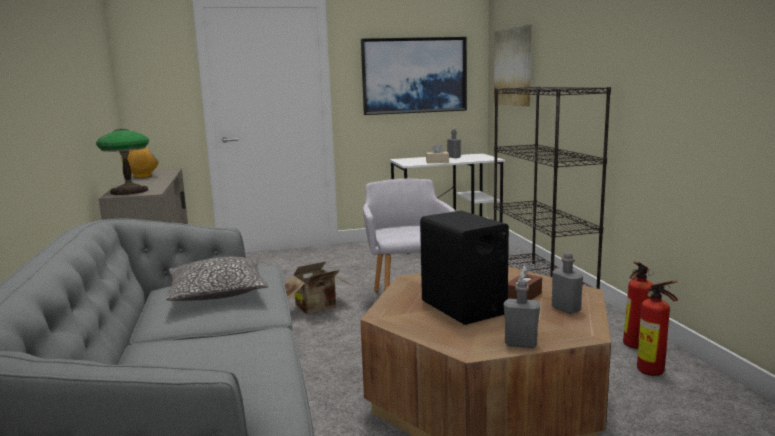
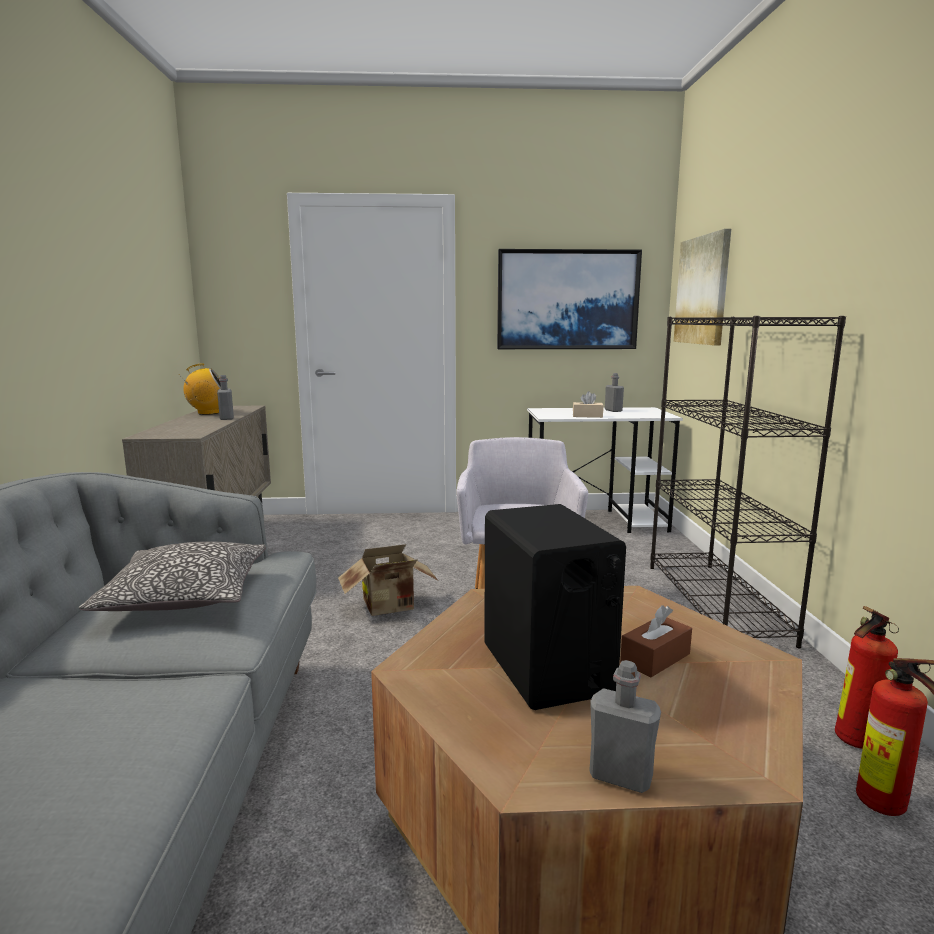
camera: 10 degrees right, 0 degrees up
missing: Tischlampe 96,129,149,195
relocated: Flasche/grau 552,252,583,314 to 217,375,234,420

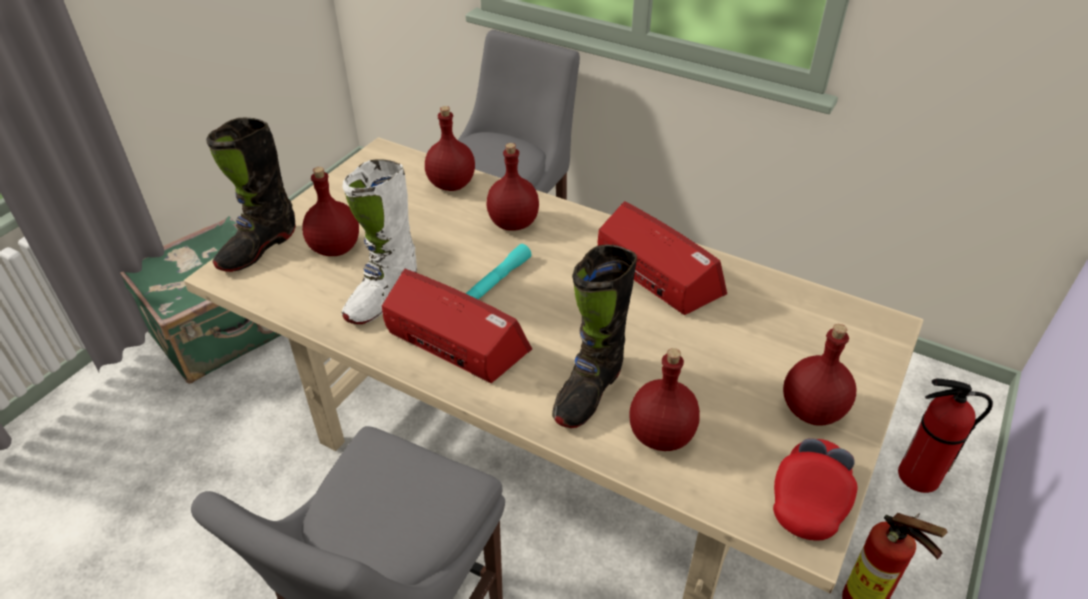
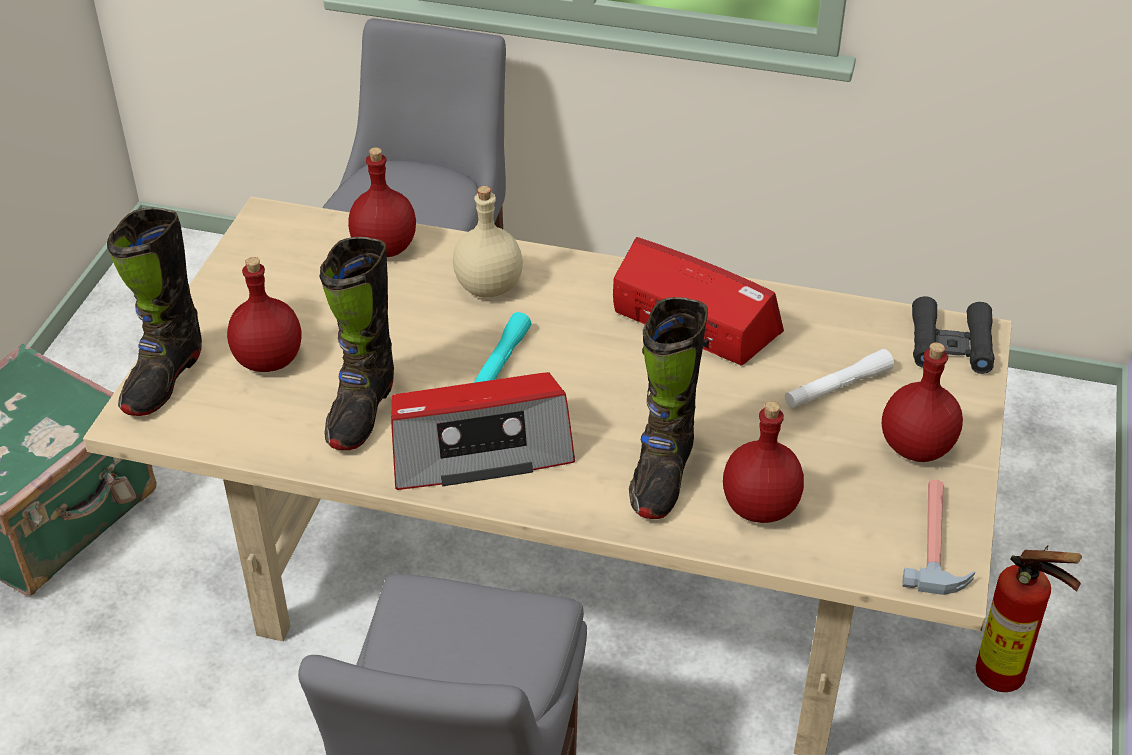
camera: 15 degrees left, 0 degrees up
missing: Feuerlöscher 898,379,993,493
appeared: Taschenlampe/weiß 785,349,894,409; Fernglas/schwarz 912,296,995,374
exchanged: Kappe/rot 773,438,857,541 to Hammer 902,479,975,595
colour: Stiefel/weiß 341,159,417,324 to Stiefel/schwarz 319,237,394,450; Flasche/rot 487,143,539,231 to Flasche/beige 453,186,523,298
spun: Radio 382,269,532,383 = 391,372,575,490 150 degrees clockwise

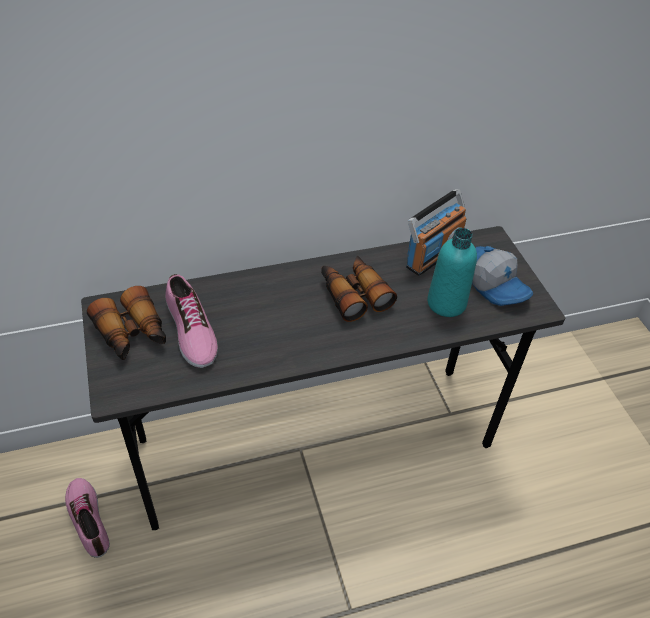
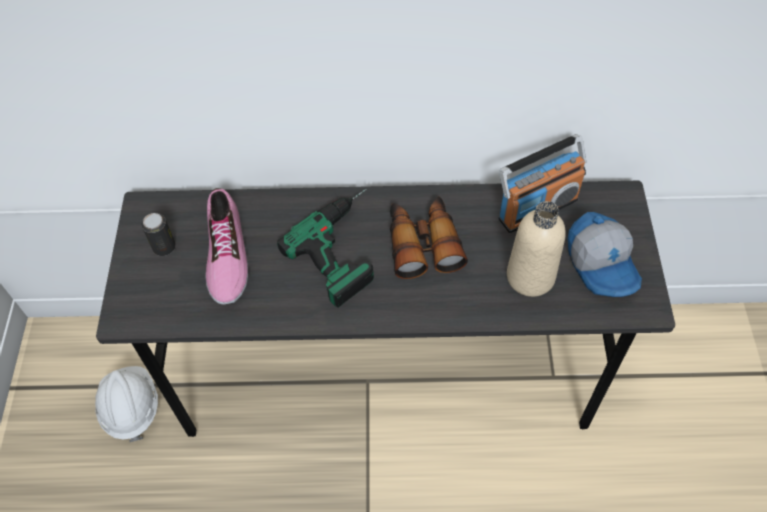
camera: 20 degrees right, 10 degrees up
appeared: Bohrmaschine 277,189,374,307
exchanged: Schuh 65,478,110,558 to Schutzhelm/weiß 95,366,158,442; Fernglas 87,286,166,360 to Dose 141,213,176,256
colour: Flasche/türkis 427,228,477,317 to Flasche/beige 507,201,566,297

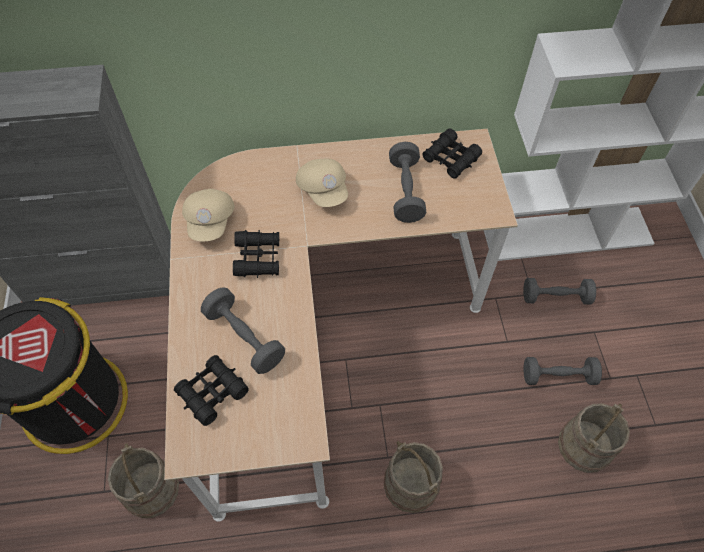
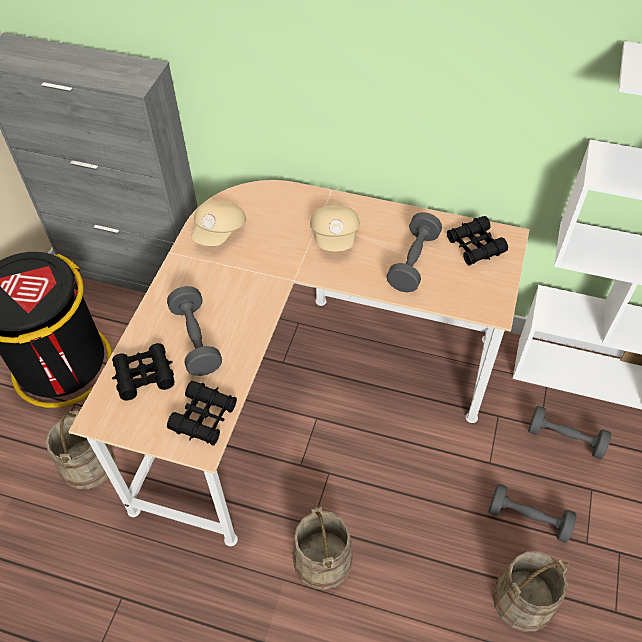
camera: 25 degrees right, 5 degrees down
relocated: Fernglas/schwarz 233,230,279,278 to 167,381,237,445

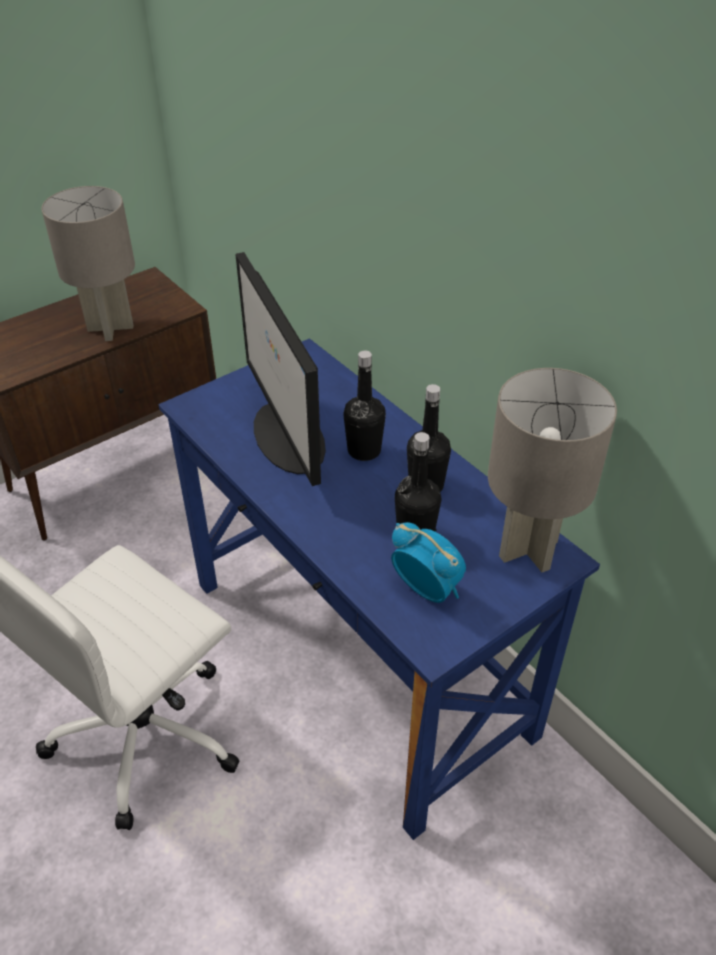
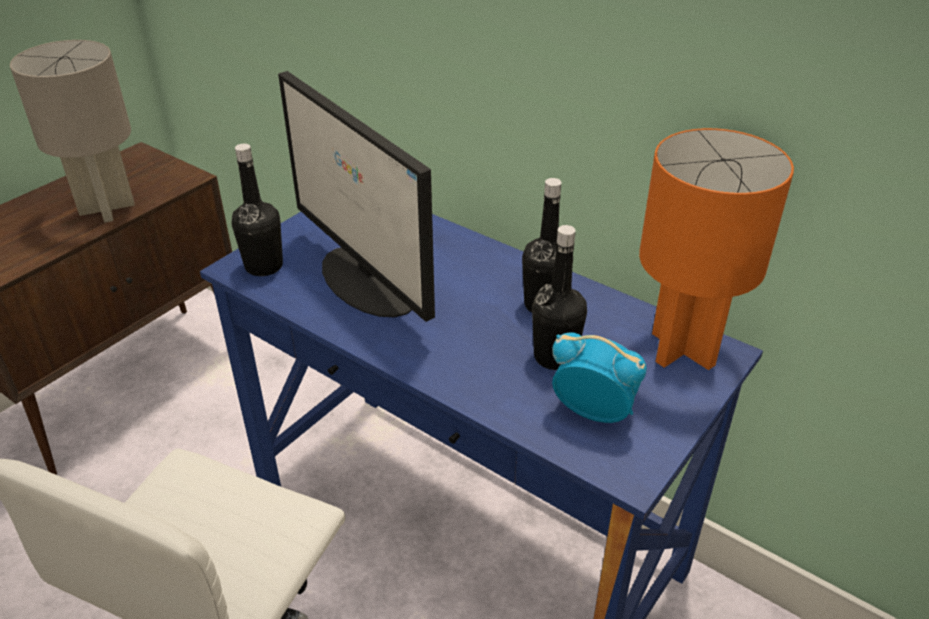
camera: 15 degrees left, 5 degrees down
relocated: Flasche/schwarz 343,351,386,461 to 232,144,283,276
colour: Tischlampe/grau 488,368,617,572 to Tischlampe/orange 639,128,794,370

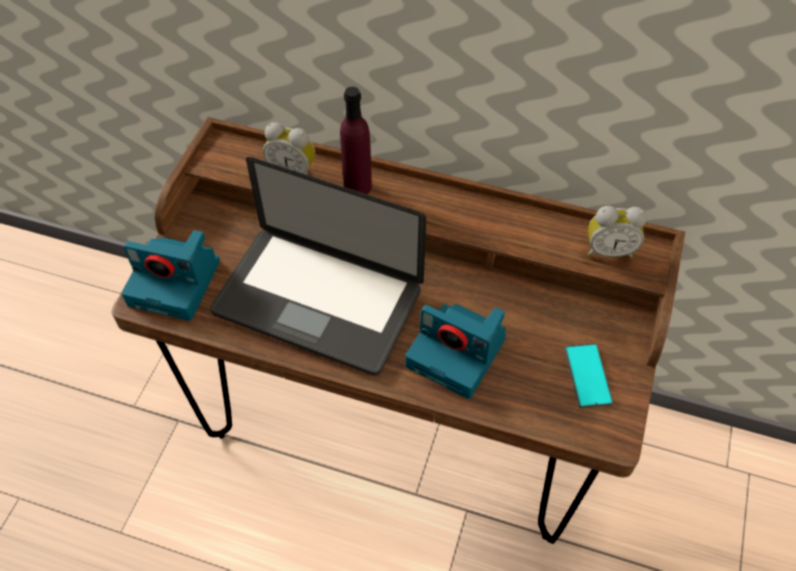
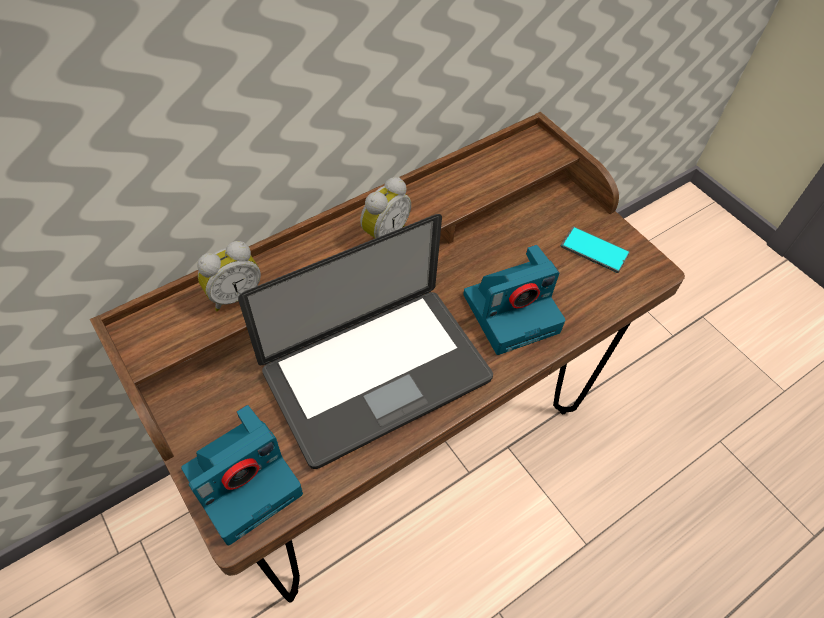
camera: 55 degrees left, 0 degrees up
missing: Flasche/lila 340,87,372,194
relocated: Wecker 587,206,647,258 to 360,177,411,238

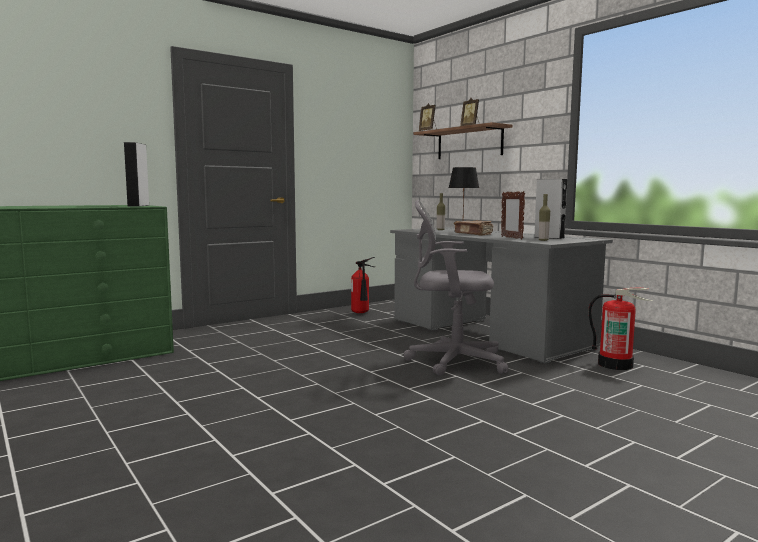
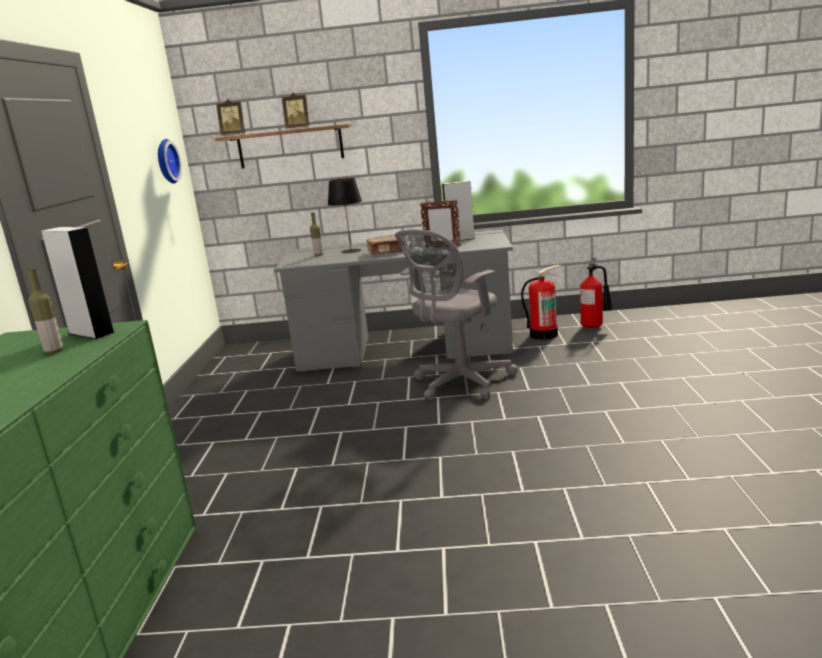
camera: 50 degrees left, 10 degrees up
appeared: Wanduhr 158,139,182,184
relocated: Flasche 539,194,550,241 to 27,268,63,354; Feuerlöscher 351,257,375,313 to 580,257,613,328

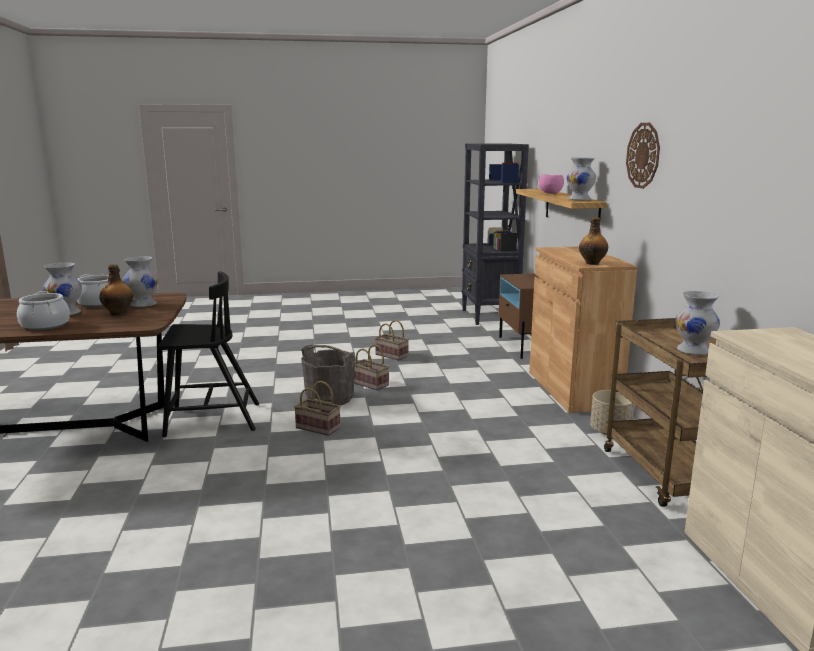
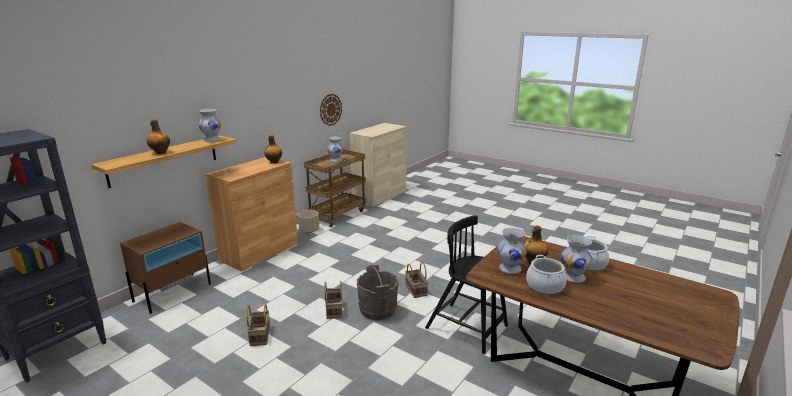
camera: 135 degrees left, 5 degrees up
relocated: Wanduhr 626,123,660,189 to 320,94,342,126
exchanged: Schüssel/rosa 539,175,564,194 to Flasche 147,119,170,154

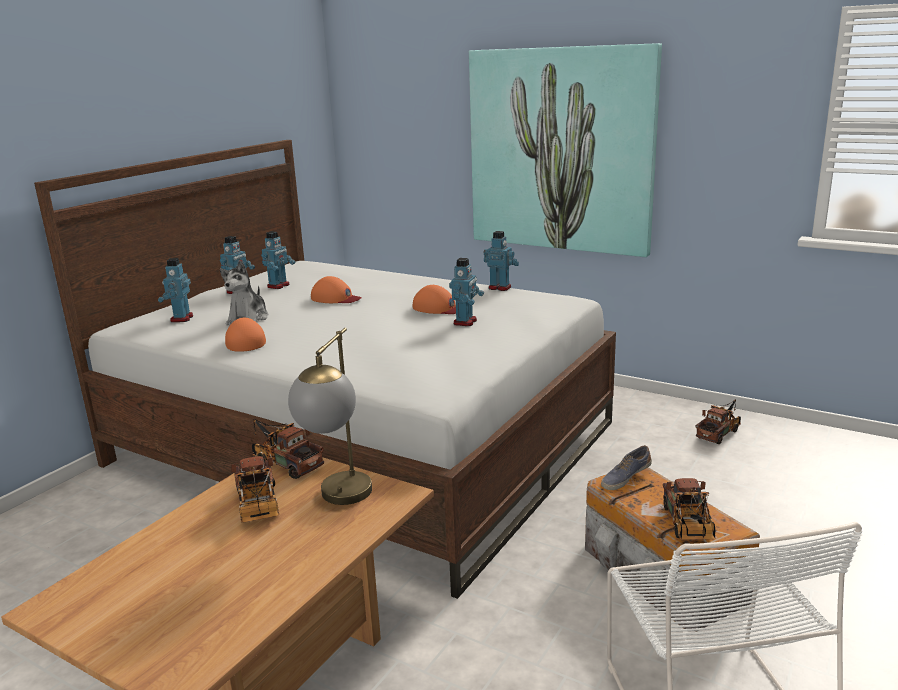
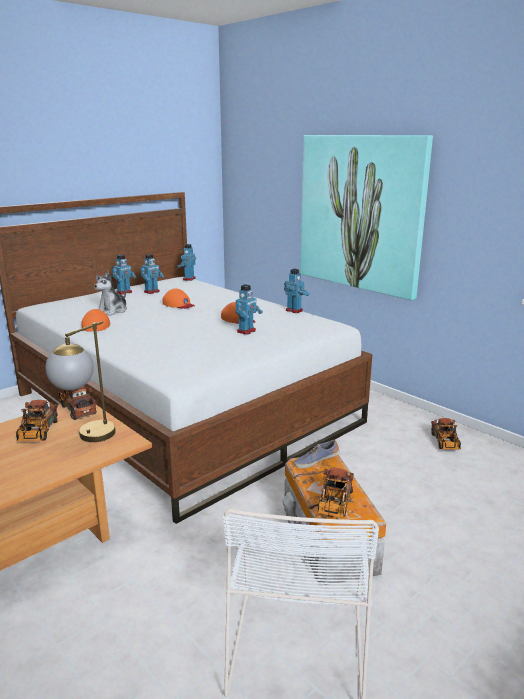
camera: 15 degrees right, 0 degrees up
relocated: Spielzeugroboter 158,258,193,322 to 177,244,196,281
spun: Spielzeuglaster 695,399,741,444 = 431,418,461,450 120 degrees clockwise

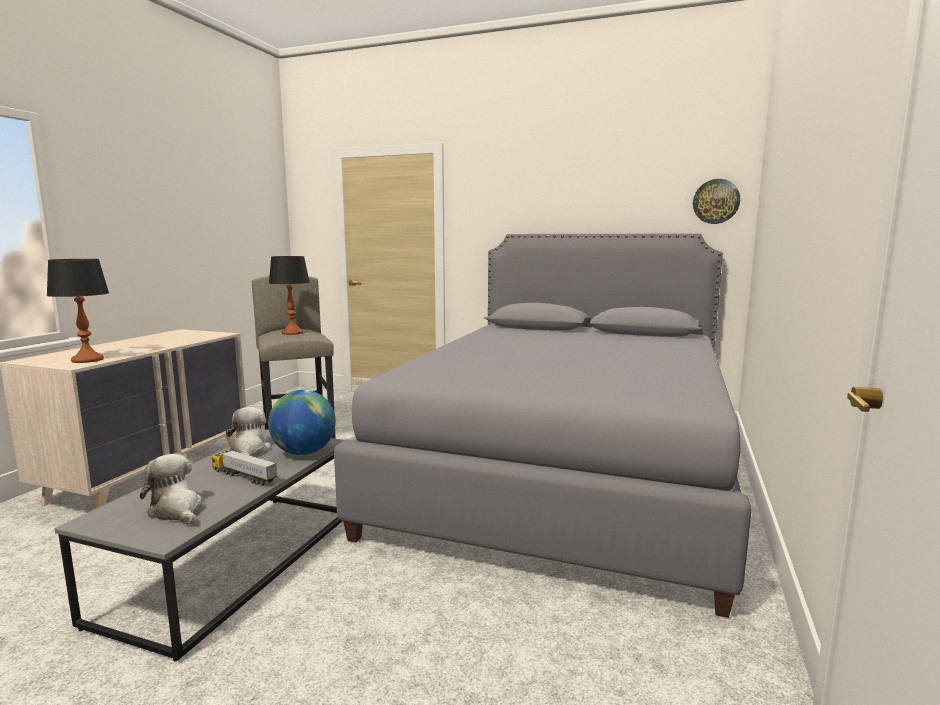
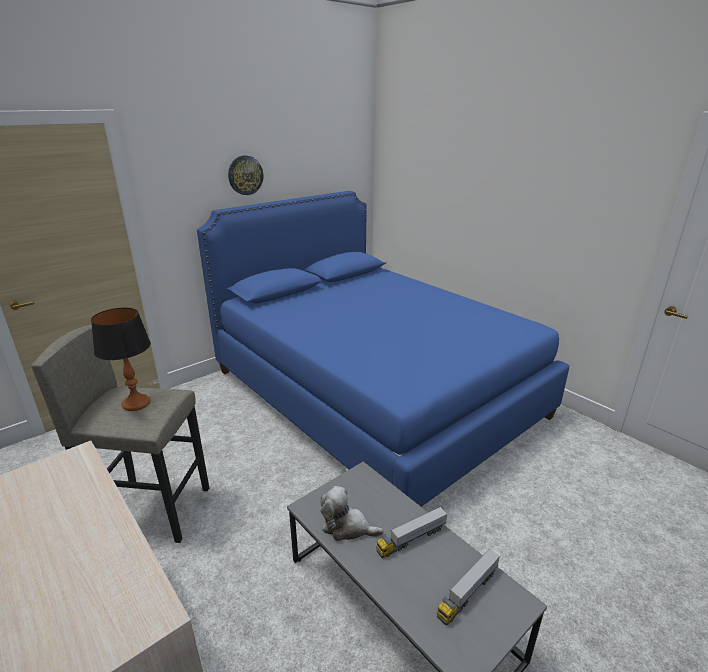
camera: 60 degrees left, 15 degrees up
missing: Tischlampe 46,259,109,363; Globus 268,390,336,455
relocated: Wanduhr 693,179,740,224 to 228,155,263,195
exchanged: Plüschtier 140,454,202,525 to Spielzeuglaster 437,549,500,625
colour: Bett/grau 334,233,752,618 to Bett/blau 197,191,569,507

